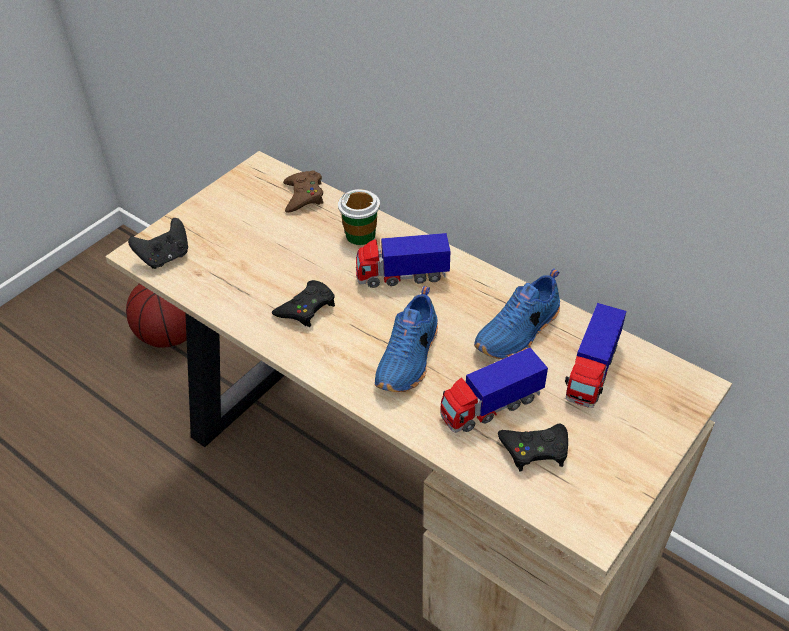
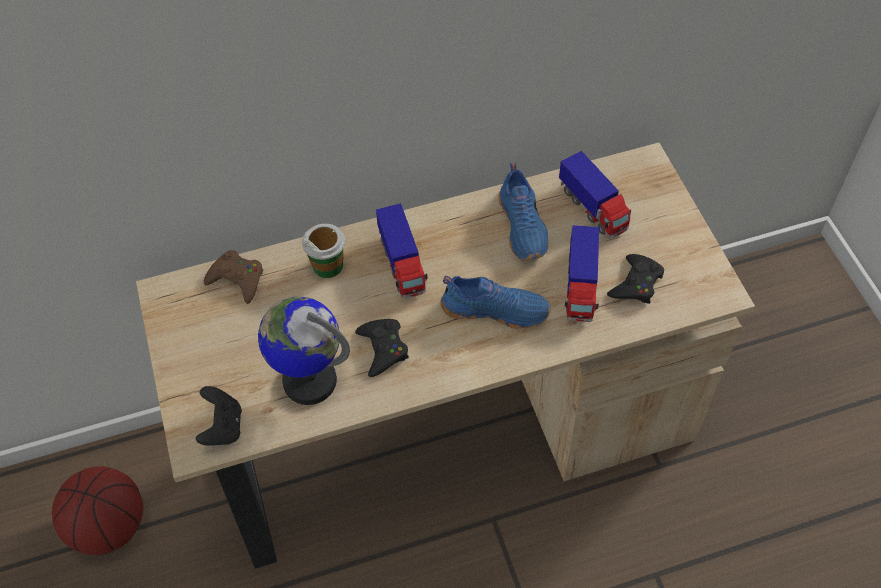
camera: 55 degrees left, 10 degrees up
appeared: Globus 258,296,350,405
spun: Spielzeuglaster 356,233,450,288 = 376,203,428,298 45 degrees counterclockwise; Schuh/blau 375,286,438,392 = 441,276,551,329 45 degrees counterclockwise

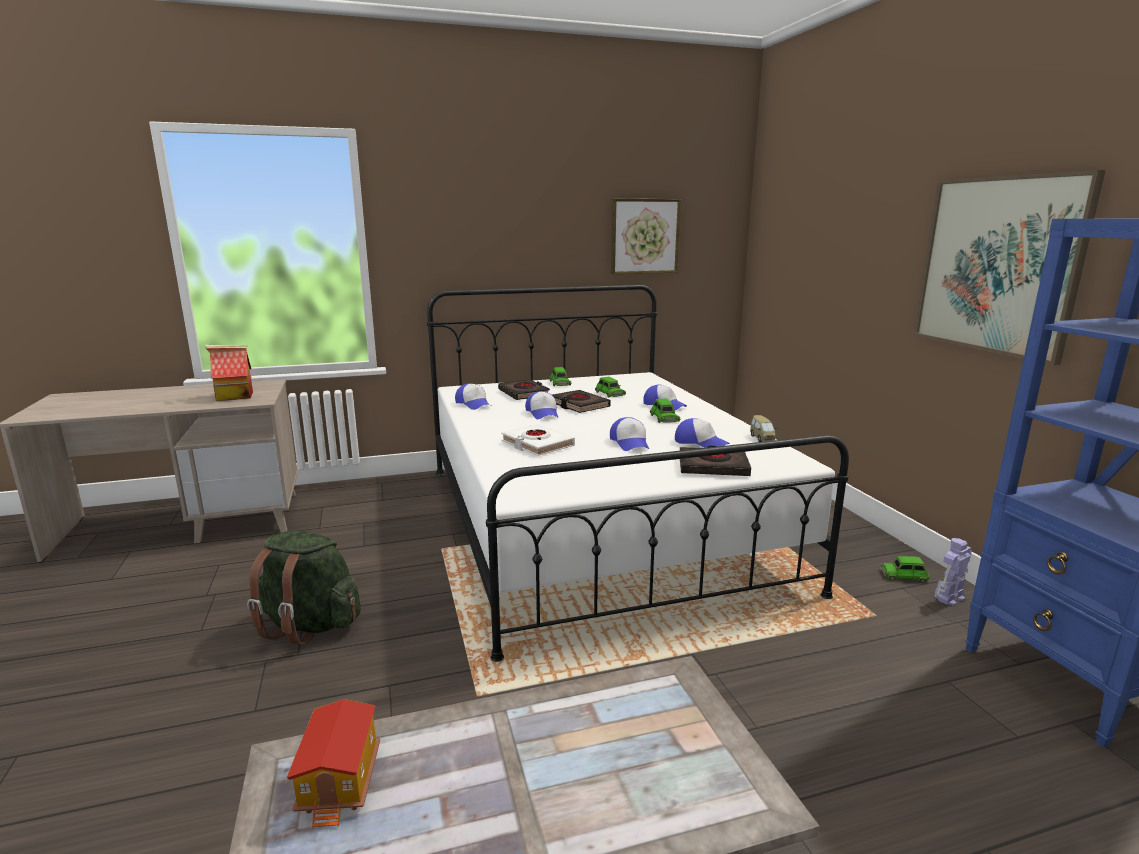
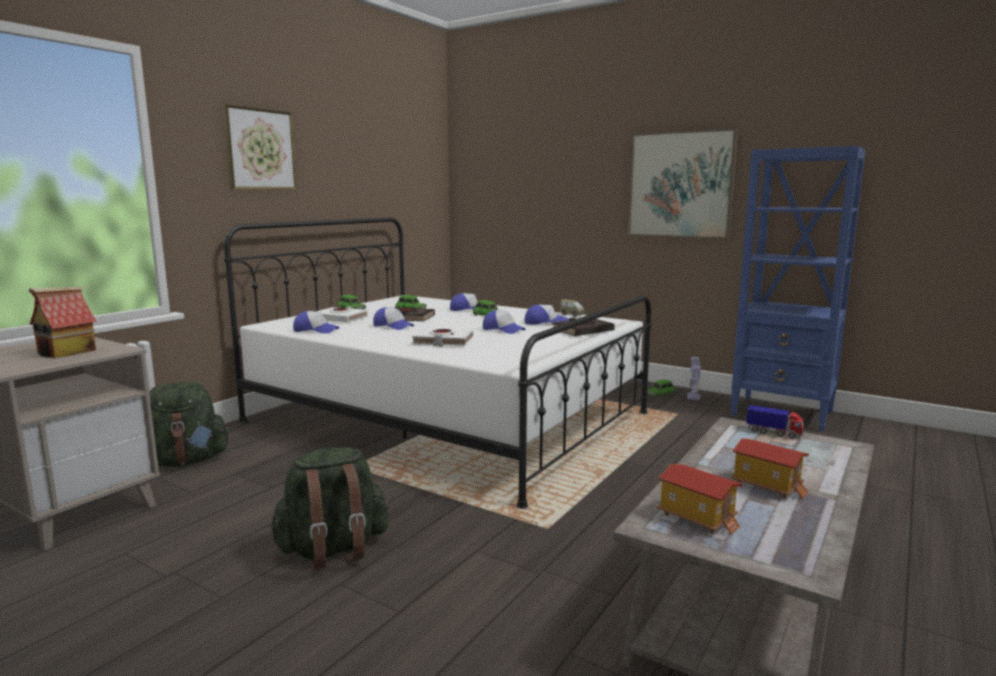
camera: 40 degrees left, 5 degrees down
appeared: Rucksack/grün 149,382,230,467; Spielzeughaus 731,438,809,499; Spielzeuglaster 746,405,804,439
relocated: Bild 611,199,681,274 to 222,104,298,190
colour: Buch/schwarz 498,379,550,400 to Buch/weiß 316,306,369,322

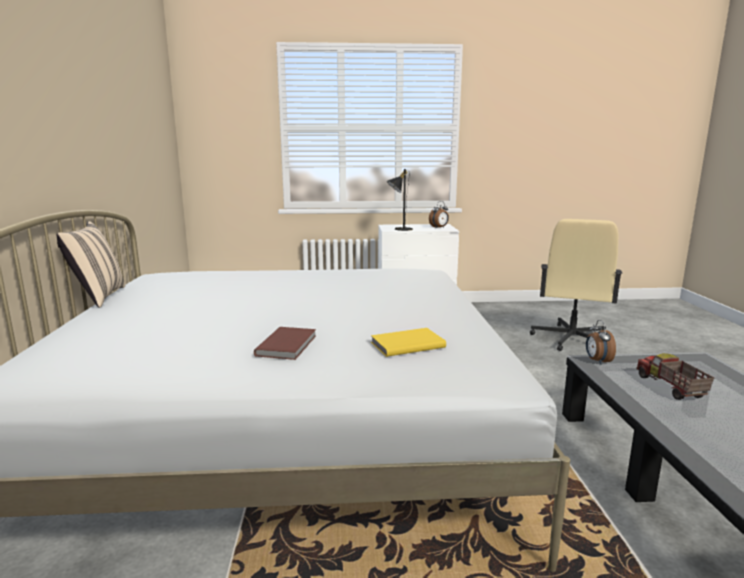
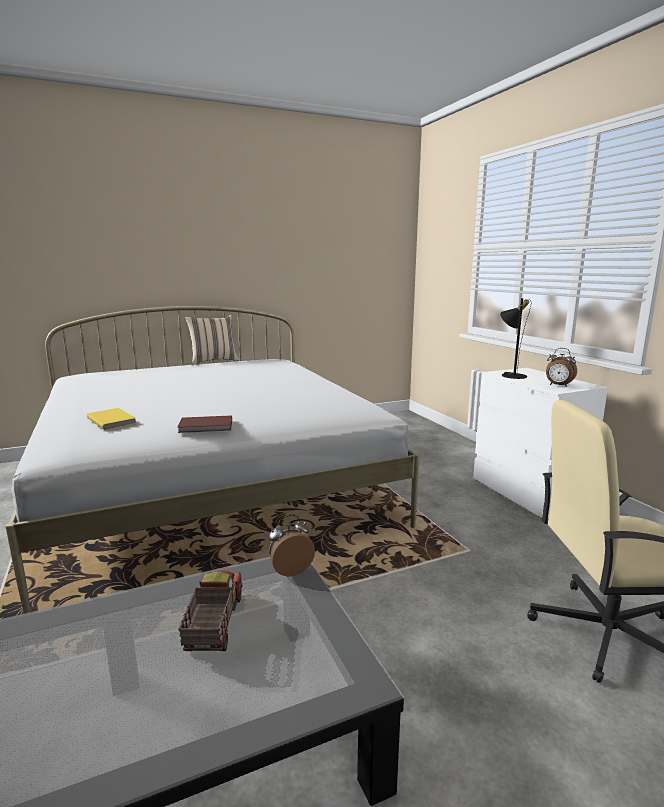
camera: 70 degrees right, 0 degrees up
relocated: Buch/braun 254,327,316,360 to 178,415,232,433
spun: Spielzeuglaster 636,353,714,400 = 178,570,242,651 60 degrees counterclockwise

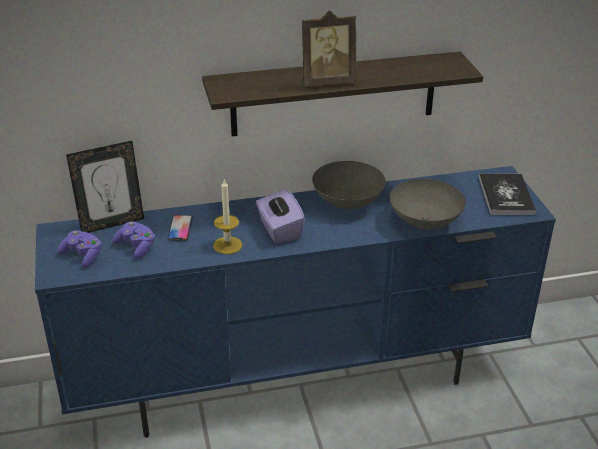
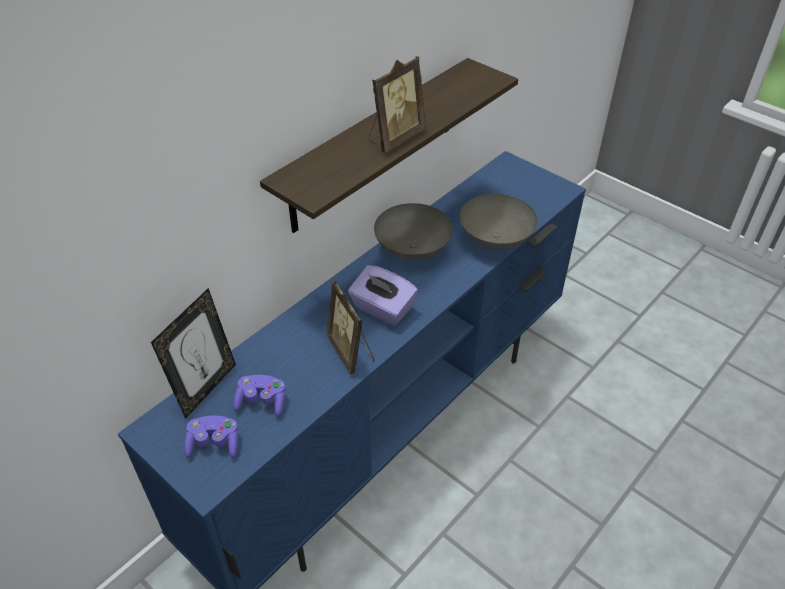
camera: 35 degrees left, 10 degrees up
missing: Handy 167,215,193,241; Buch 479,173,536,215
exchanged: Kerze 213,180,242,254 to Bilderrahmen 327,280,374,374

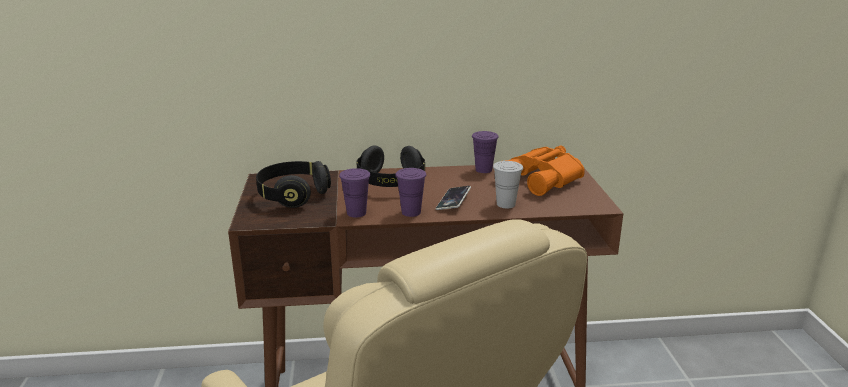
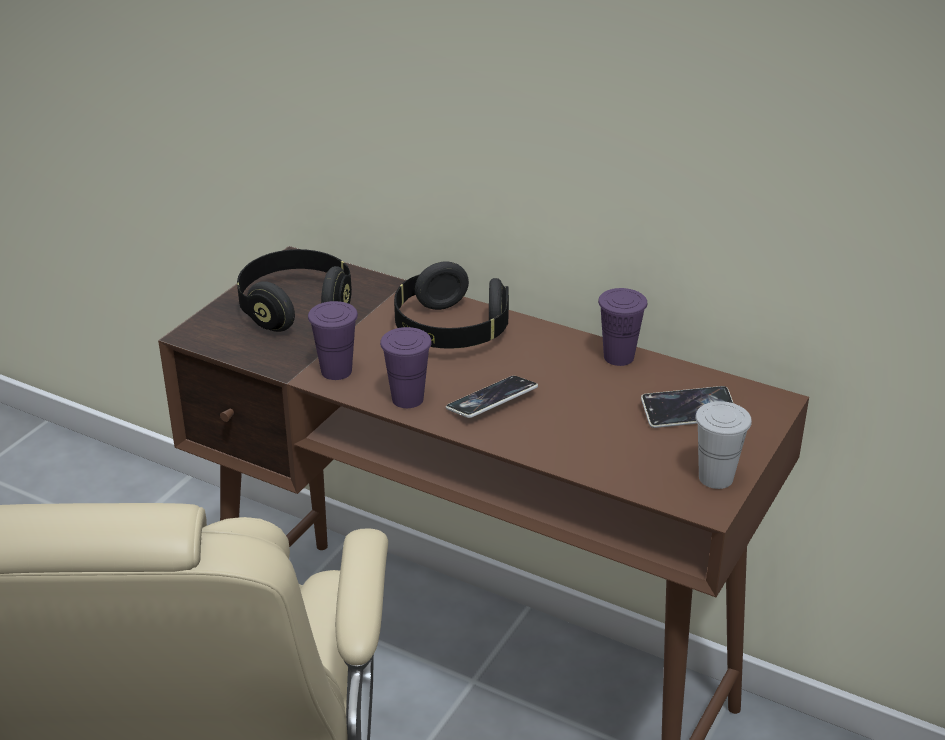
camera: 35 degrees right, 10 degrees up
relocated: Tasse/weiß 493,161,523,208 to 695,401,752,489
exchanged: Fernglas/orange 505,146,585,196 to Handy 641,386,733,428

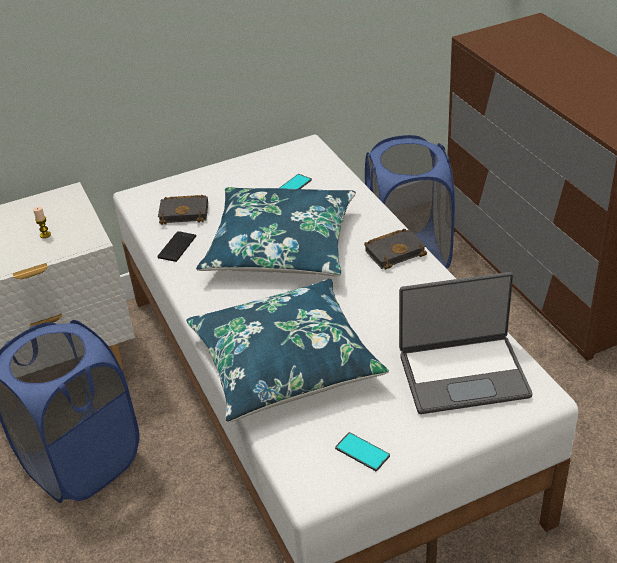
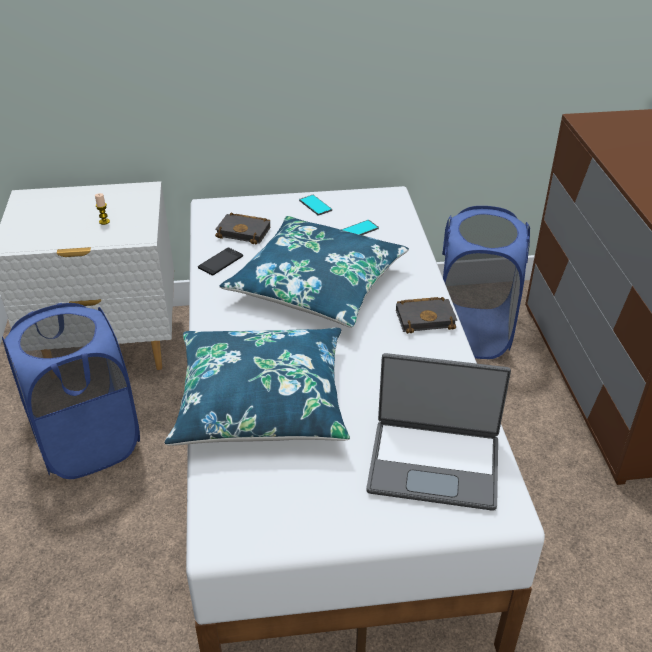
camera: 15 degrees right, 0 degrees up
relocated: Handy 335,432,390,471 to 299,195,332,216

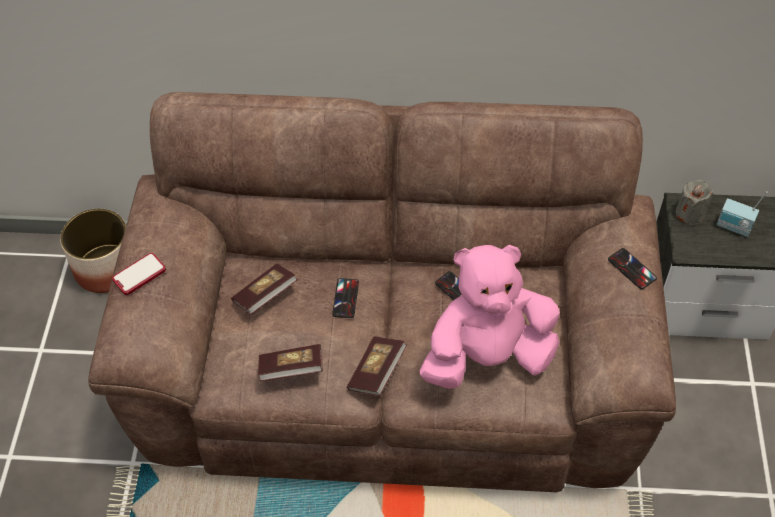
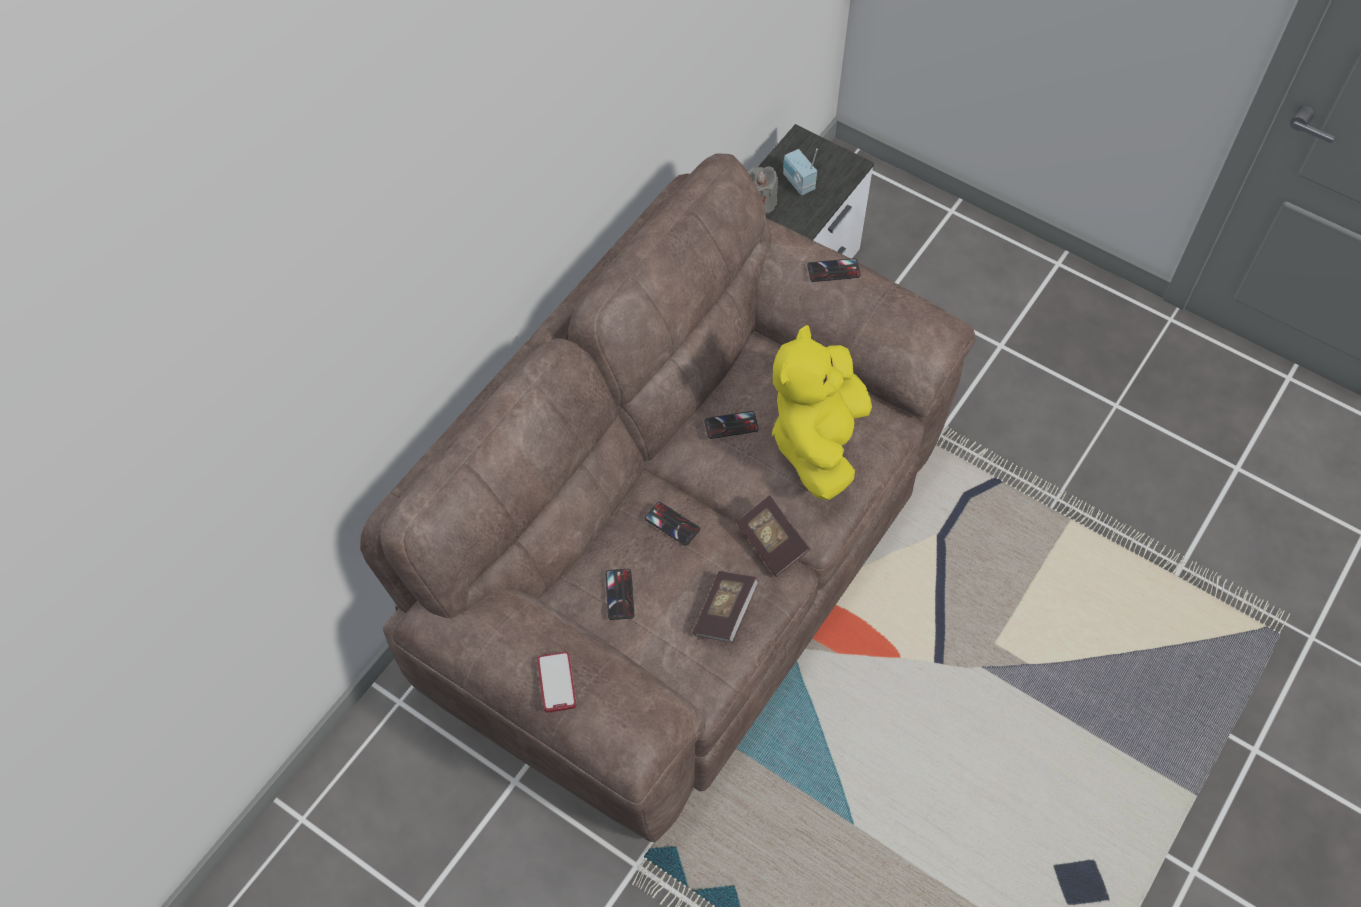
camera: 60 degrees left, 5 degrees up
missing: Pflanzkübel 60,208,126,293
exchanged: Buch 231,263,298,314 to Handy 605,569,634,620
colour: Plüschtier/rosa 419,245,560,389 to Plüschtier/gelb 772,325,872,500
spun: Radio 716,191,768,237 = 783,149,818,195 90 degrees clockwise

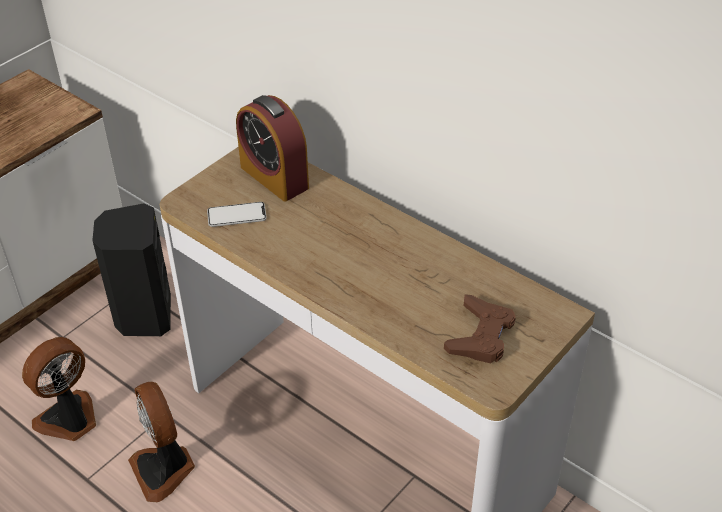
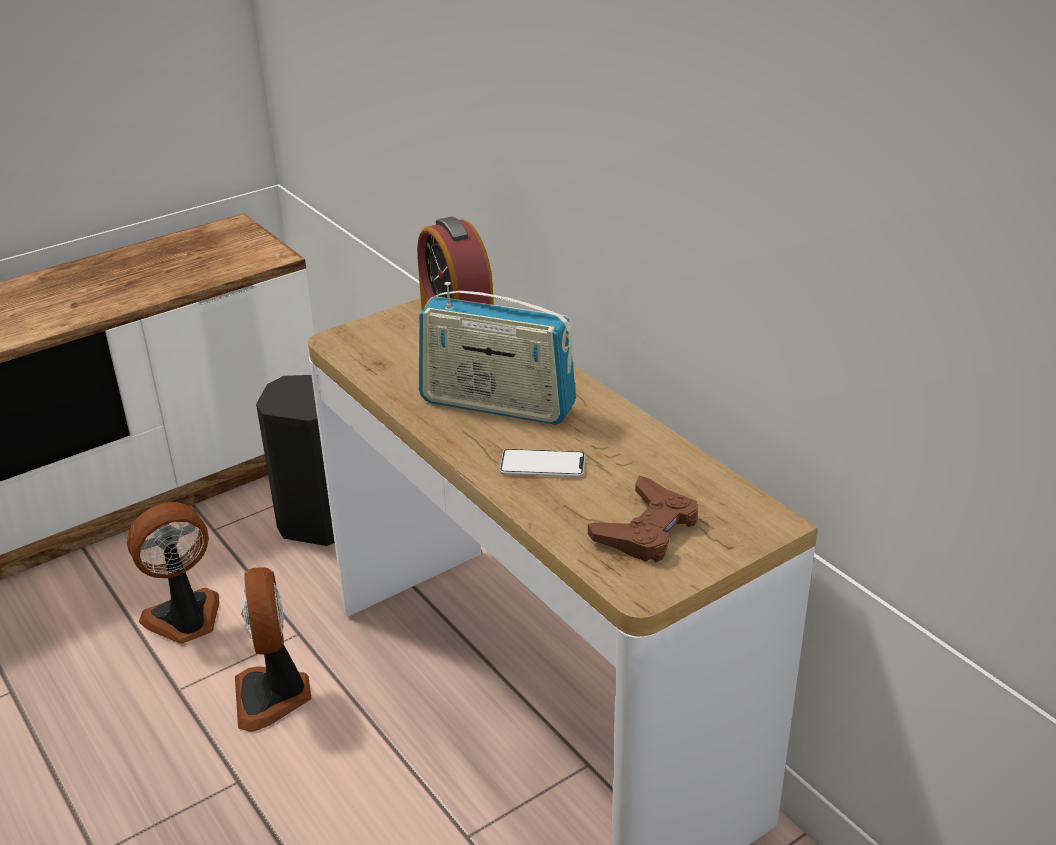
camera: 15 degrees right, 10 degrees down
appeared: Radio 419,282,576,425
relocated: Handy 207,202,267,227 to 499,449,586,477

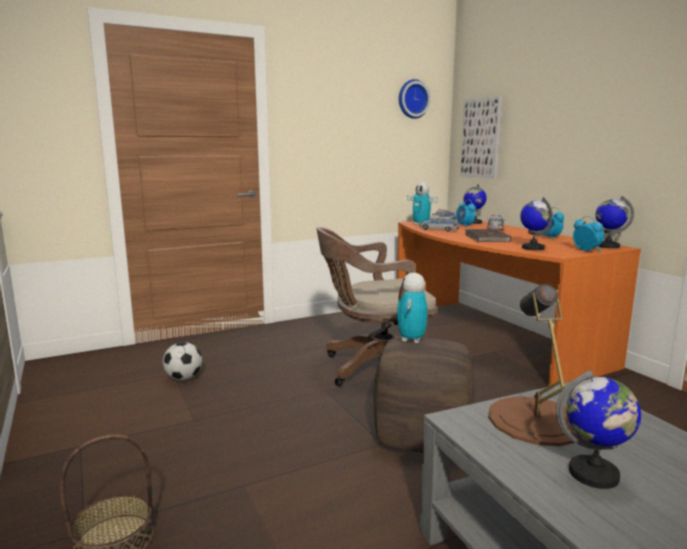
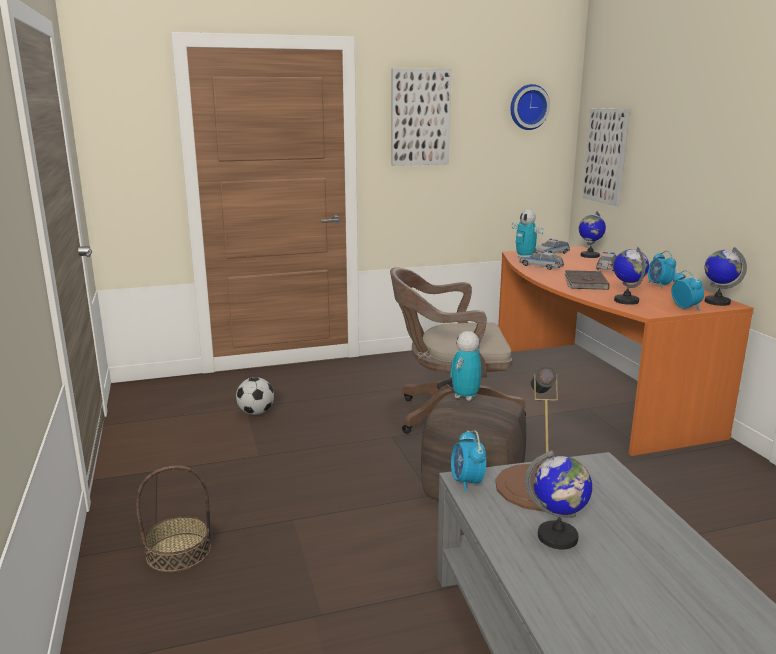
camera: 10 degrees right, 5 degrees up
appeared: Bild 391,68,452,166
relocated: Wecker 455,199,476,227 to 451,430,486,492

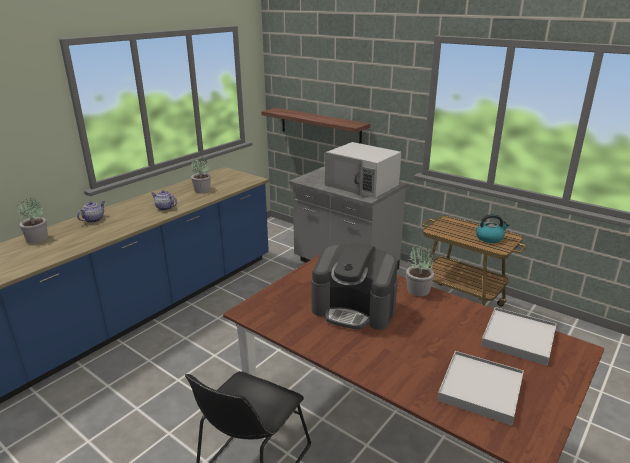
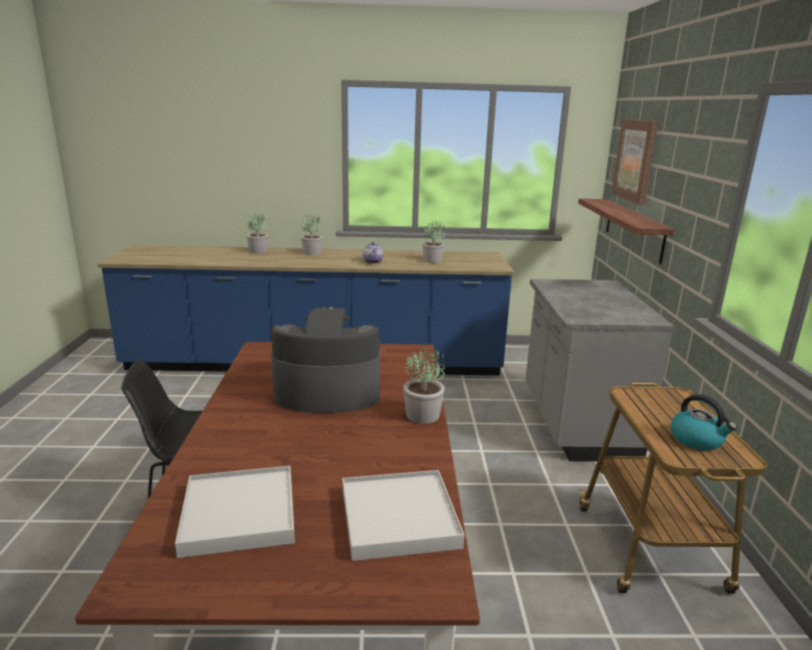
camera: 50 degrees right, 5 degrees down
missing: Mikrowelle/weiß 325,142,401,198
appeared: Bild 611,119,659,205
exchanged: Teekanne 77,201,105,223 to Topfpflanze 301,215,323,255
spun: Kaffeemaschine 311,242,398,330 = 271,307,380,413 105 degrees clockwise

